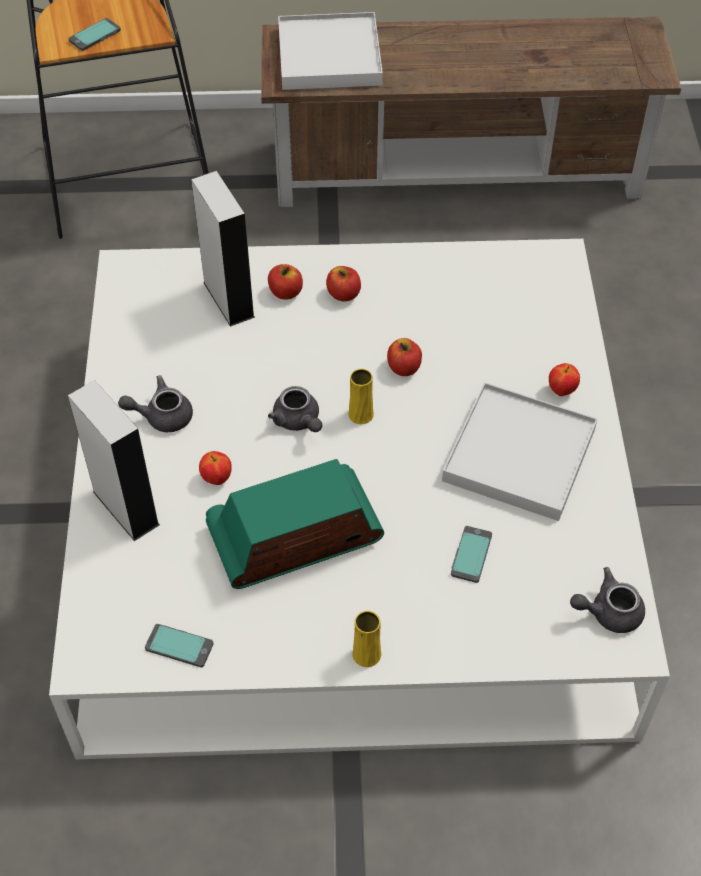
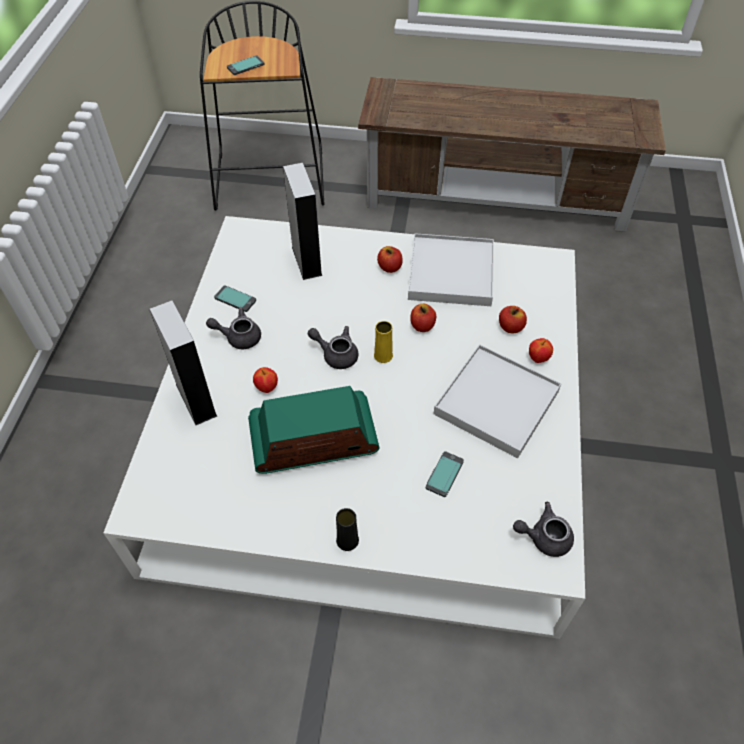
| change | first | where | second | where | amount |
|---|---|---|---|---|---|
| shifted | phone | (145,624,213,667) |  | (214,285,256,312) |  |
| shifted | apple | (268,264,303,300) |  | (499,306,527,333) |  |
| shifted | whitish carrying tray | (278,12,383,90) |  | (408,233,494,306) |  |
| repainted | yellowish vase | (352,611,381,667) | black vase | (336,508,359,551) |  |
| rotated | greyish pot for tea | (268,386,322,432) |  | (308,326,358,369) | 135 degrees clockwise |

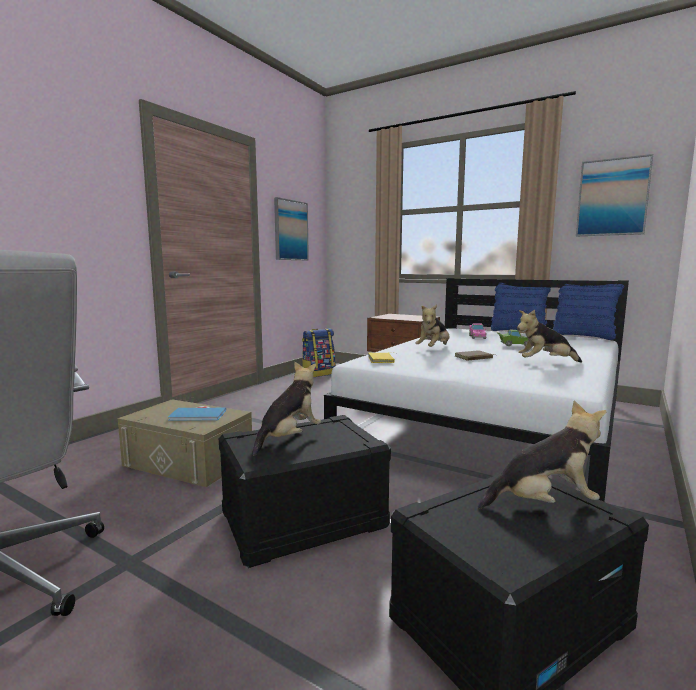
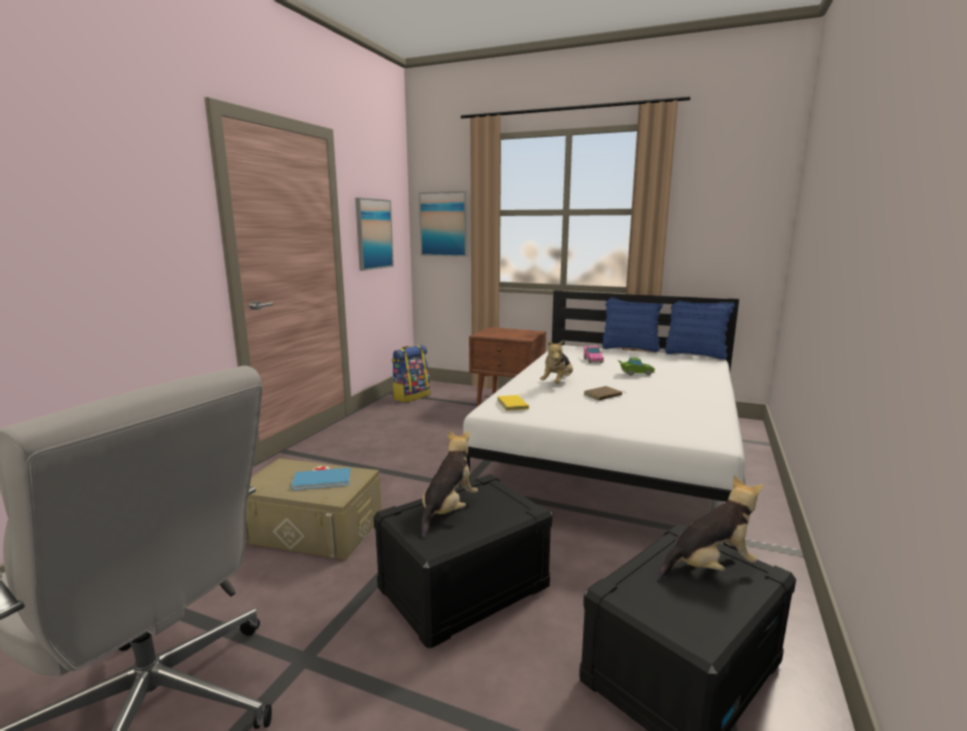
| change | first | where | second | where | amount |
|---|---|---|---|---|---|
| gone | cuddly toy | (517,310,582,363) |  |  |  |
| shifted | picture | (576,154,653,236) |  | (419,191,468,257) |  |

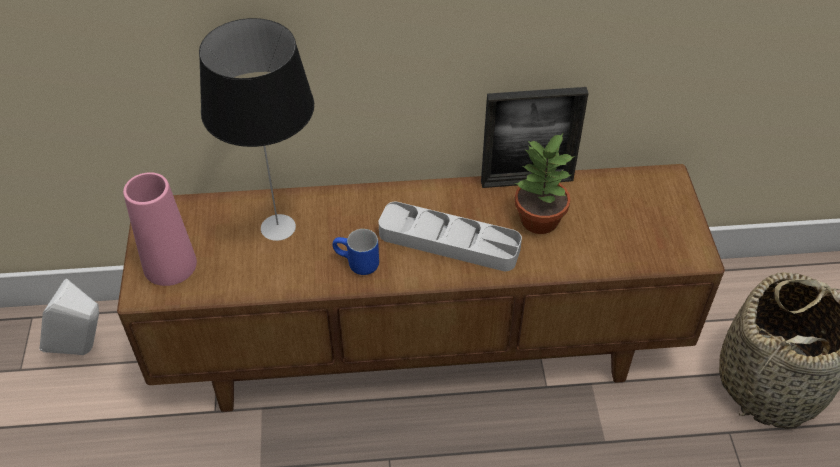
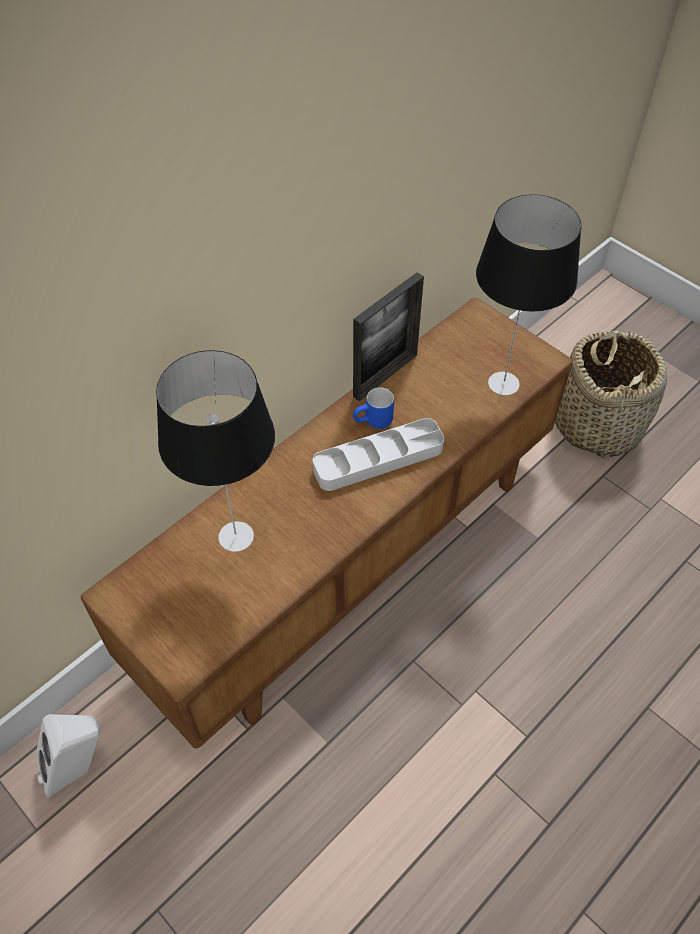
| change | first | where | second | where | amount |
|---|---|---|---|---|---|
| gone | pink vase | (123,172,197,286) |  |  |  |
| gone | potted plant | (515,132,575,234) |  |  |  |
| new |  |  | lamp for a table | (476,194,581,395) |  |
| shifted | bluish mug | (332,229,379,275) |  | (353,387,394,429) |  |

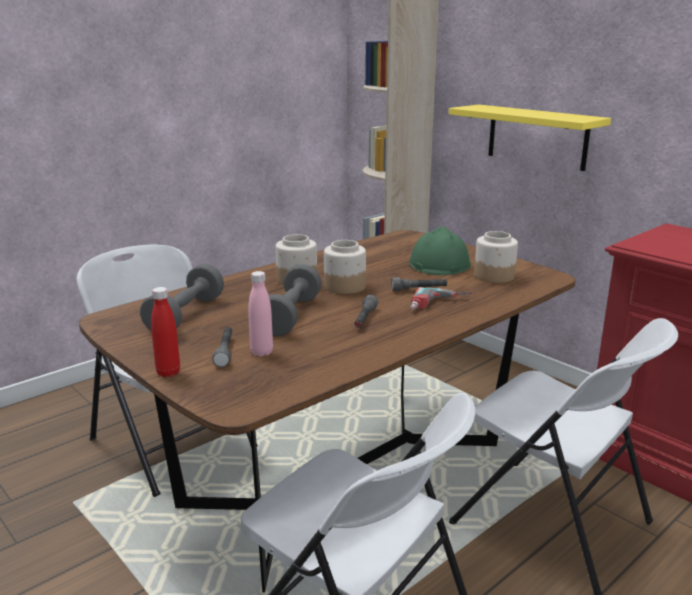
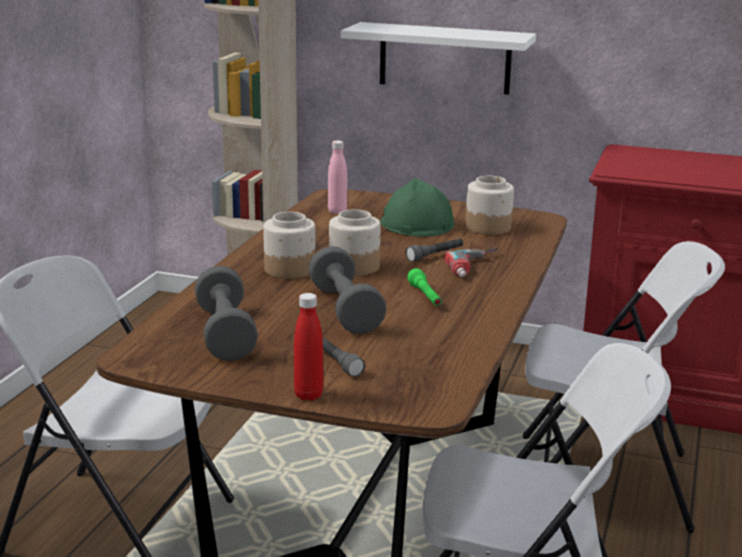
| change | first | where | second | where | amount |
|---|---|---|---|---|---|
| shifted | pink drink bottle | (248,271,273,357) |  | (328,140,347,214) |  |
| repainted | greyish torch | (354,295,378,328) | greenish torch | (407,268,442,306) |  |
| repainted | yellowish shelf | (449,104,611,171) | whitish shelf | (341,22,536,95) |  |

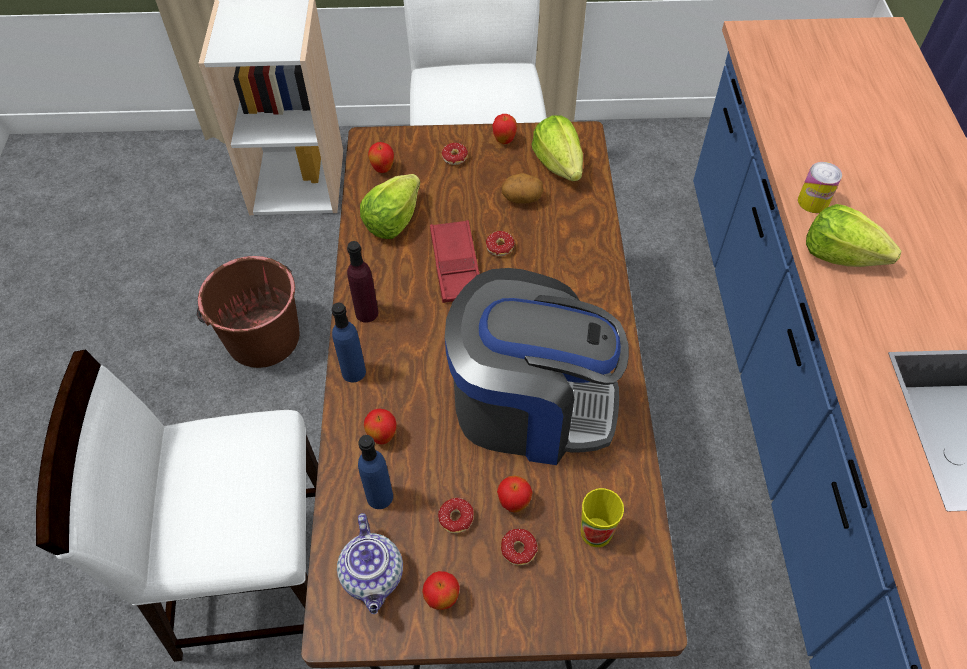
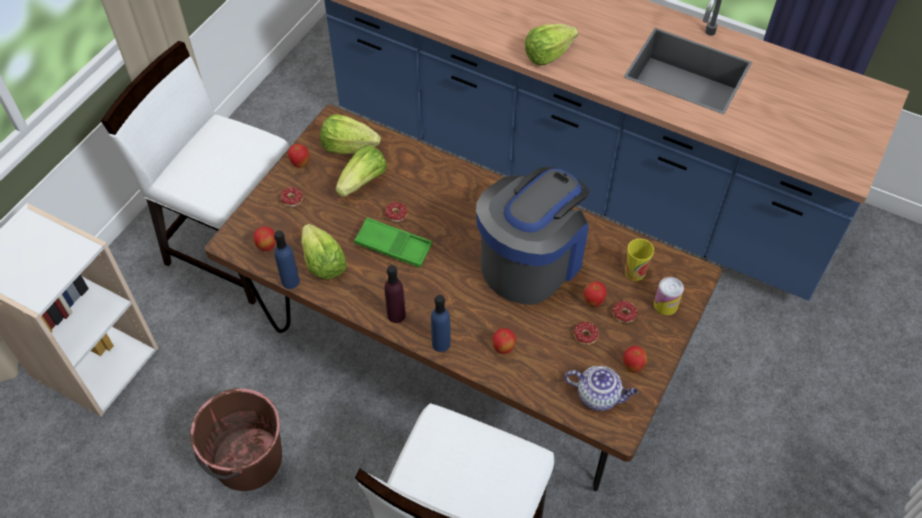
| change | first | where | second | where | amount |
|---|---|---|---|---|---|
| shifted | bluish drink bottle | (358,435,393,509) |  | (274,231,300,289) |  |
| shifted | metal can | (798,162,842,213) |  | (654,277,684,315) |  |
| swapped | whole potato | (502,173,544,204) | lettuce | (336,145,387,197) |  |
| repainted | reddish carrying tray | (430,220,479,303) | greenish carrying tray | (354,217,432,268) |  |

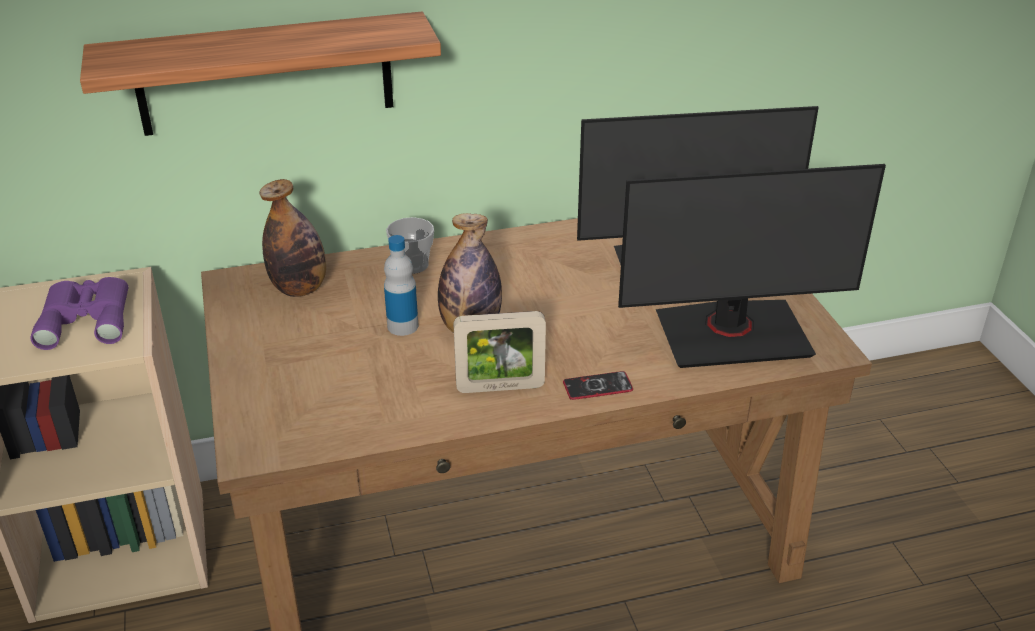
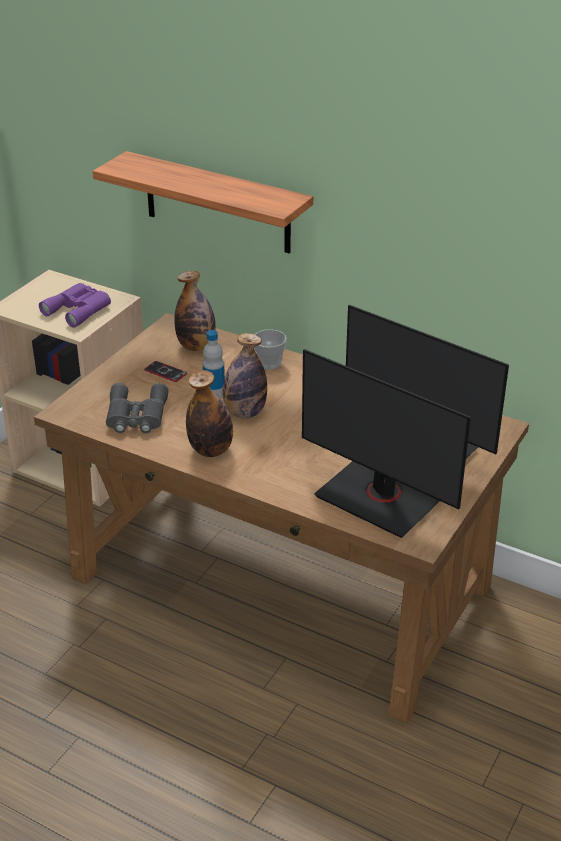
| change | first | where | second | where | amount |
|---|---|---|---|---|---|
| new |  |  | greyish pair of binoculars | (106,383,169,433) |  |
| shifted | phone | (563,371,633,400) |  | (144,361,187,382) |  |
| swapped | standing frame | (454,311,546,393) | drink bottle | (186,370,233,457) |  |

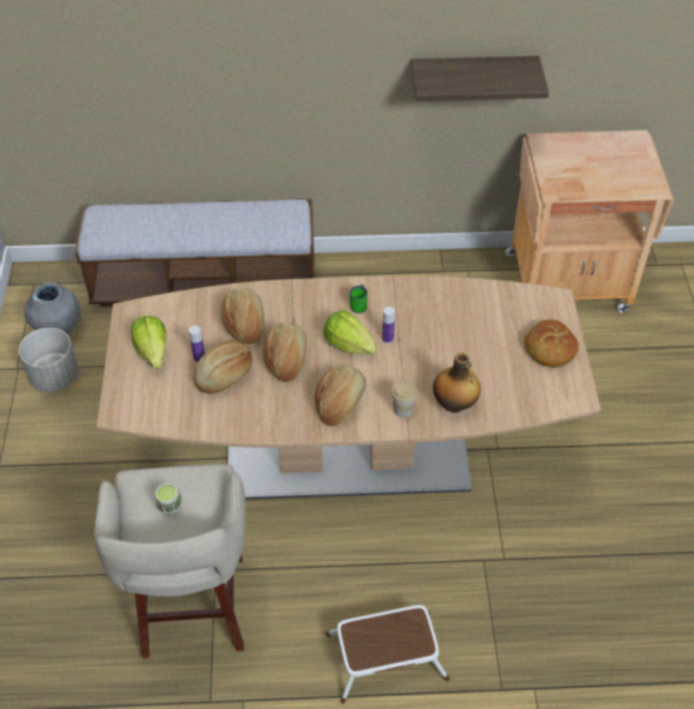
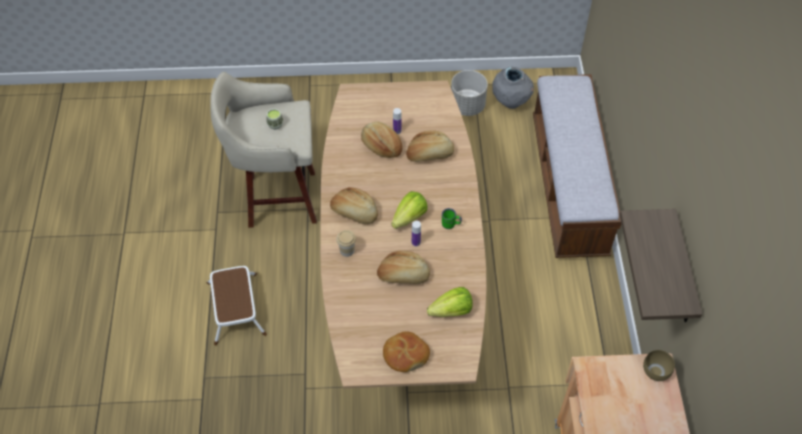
| change | first | where | second | where | amount |
|---|---|---|---|---|---|
| gone | drink bottle | (433,353,481,413) |  |  |  |
| new |  |  | brownish serving bowl | (643,350,675,381) |  |
| shifted | lettuce | (131,316,167,368) |  | (427,287,473,317) |  |
| shifted | baked bread | (262,323,307,382) |  | (377,251,430,284) |  |

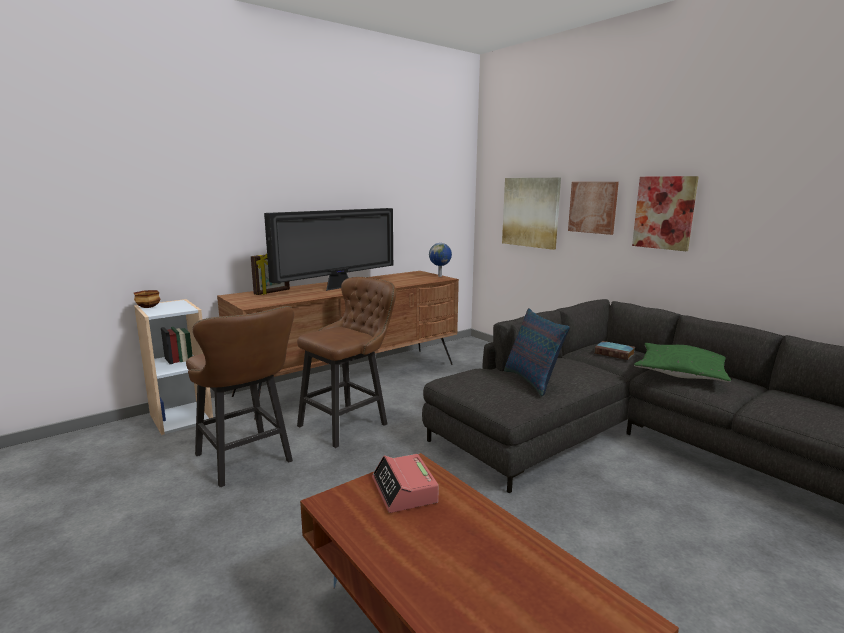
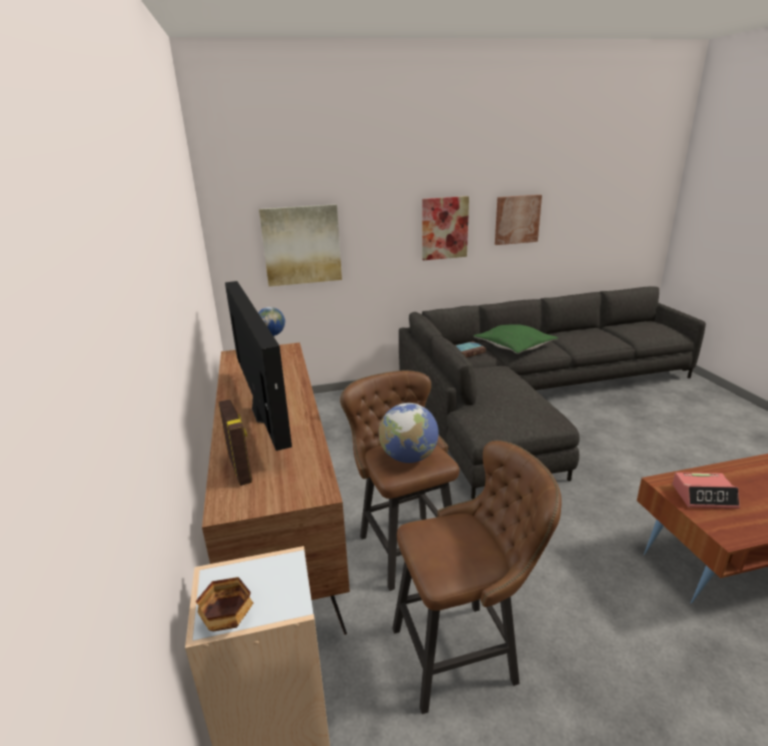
| change | first | where | second | where | amount |
|---|---|---|---|---|---|
| gone | bluish pillow | (504,308,570,396) |  |  |  |
| new |  |  | world globe | (379,403,439,463) |  |
| shifted | picture | (568,182,619,235) |  | (495,195,542,245) |  |

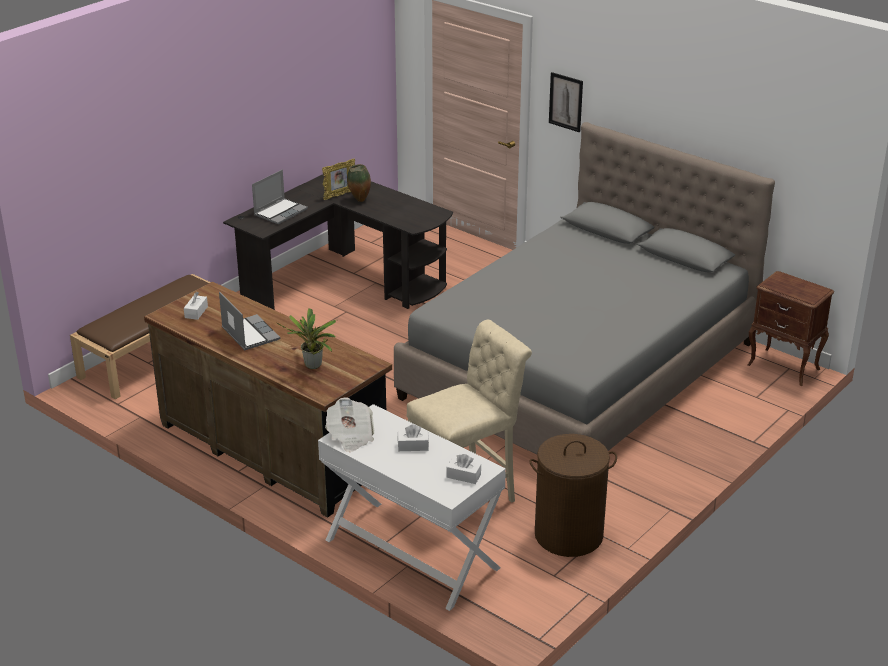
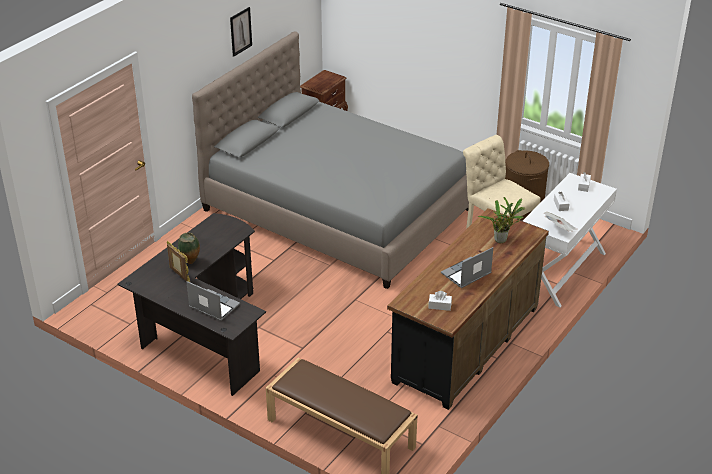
| change | first | where | second | where | amount |
|---|---|---|---|---|---|
| shifted | picture | (549,72,583,132) |  | (230,7,252,57) |  |

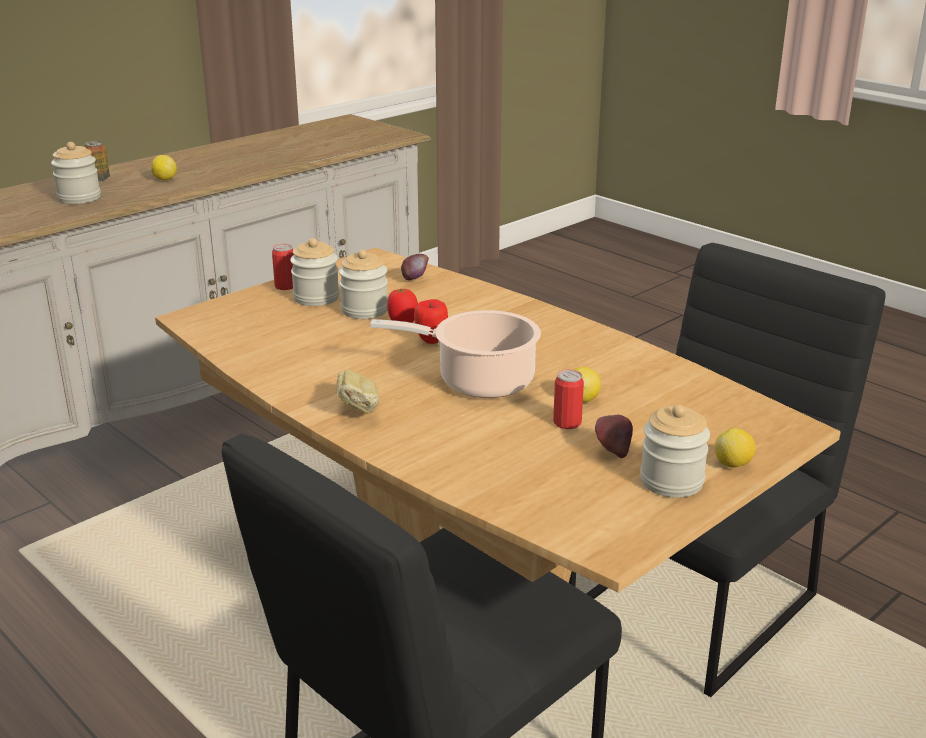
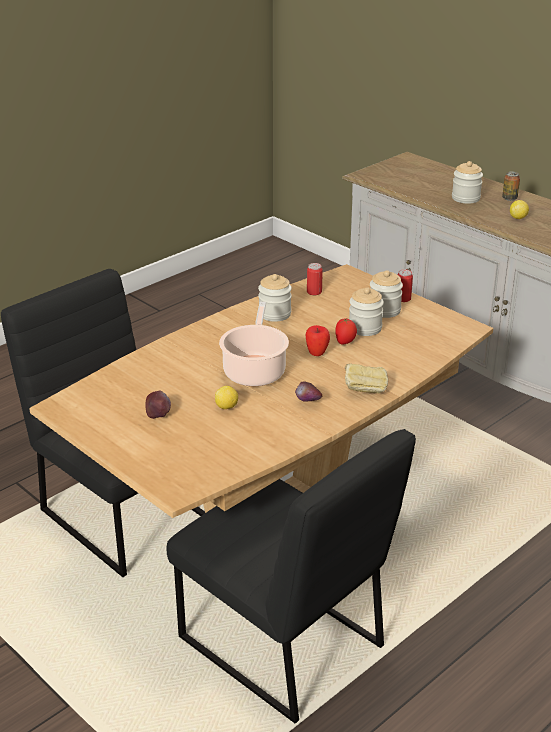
| change | first | where | second | where | amount |
|---|---|---|---|---|---|
| gone | lemon | (715,428,755,468) |  |  |  |
| shifted | baked bread | (336,370,379,414) |  | (345,363,388,394) |  |
| shifted | apple | (401,254,429,280) |  | (295,381,322,401) |  |
| shifted | metal can | (553,370,584,429) |  | (307,263,323,295) |  |
| shifted | jar | (640,404,710,498) |  | (258,274,292,322) |  |

